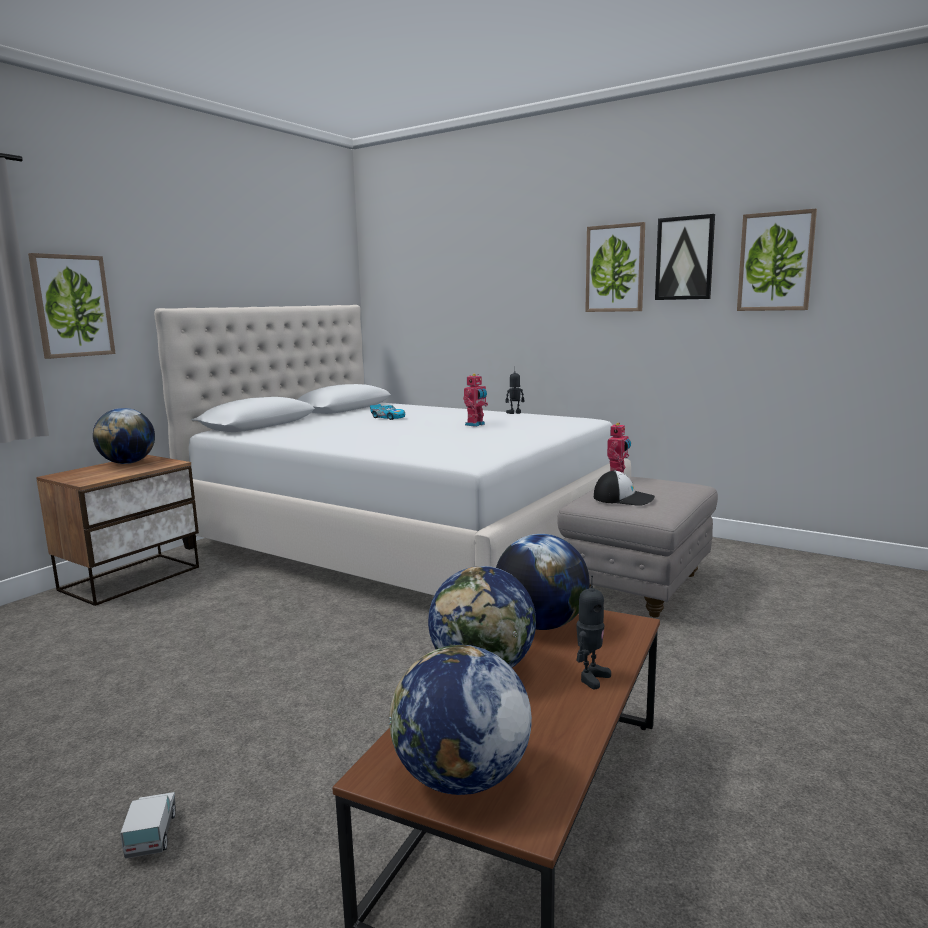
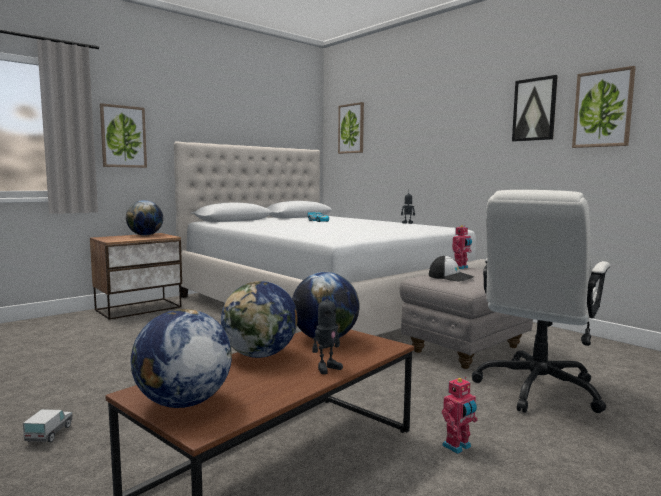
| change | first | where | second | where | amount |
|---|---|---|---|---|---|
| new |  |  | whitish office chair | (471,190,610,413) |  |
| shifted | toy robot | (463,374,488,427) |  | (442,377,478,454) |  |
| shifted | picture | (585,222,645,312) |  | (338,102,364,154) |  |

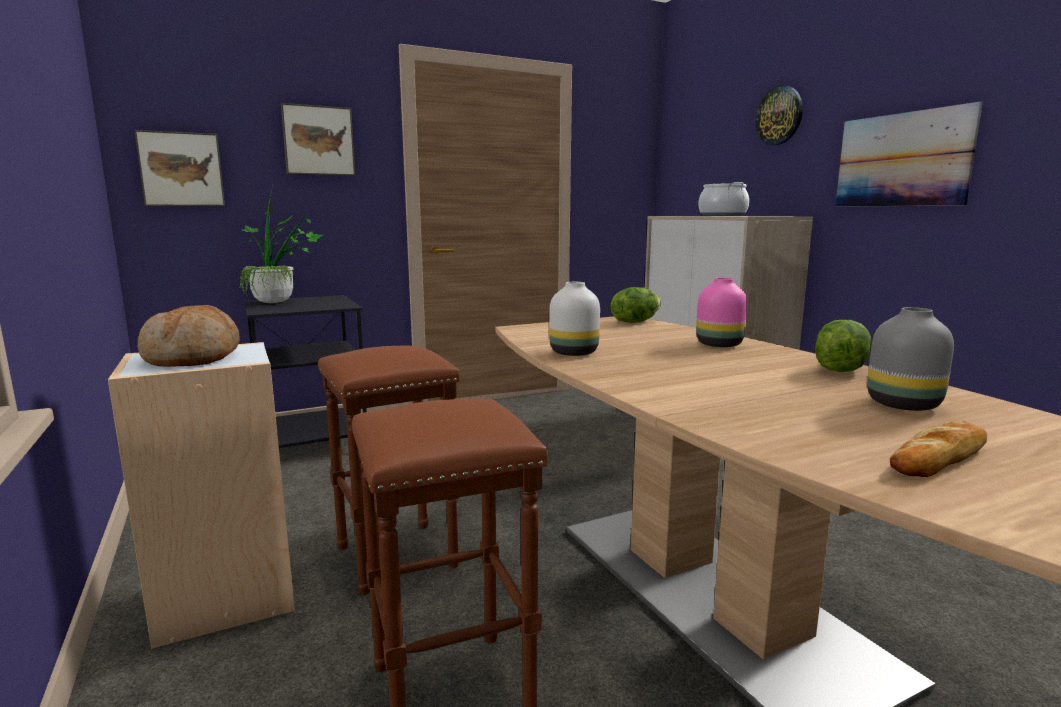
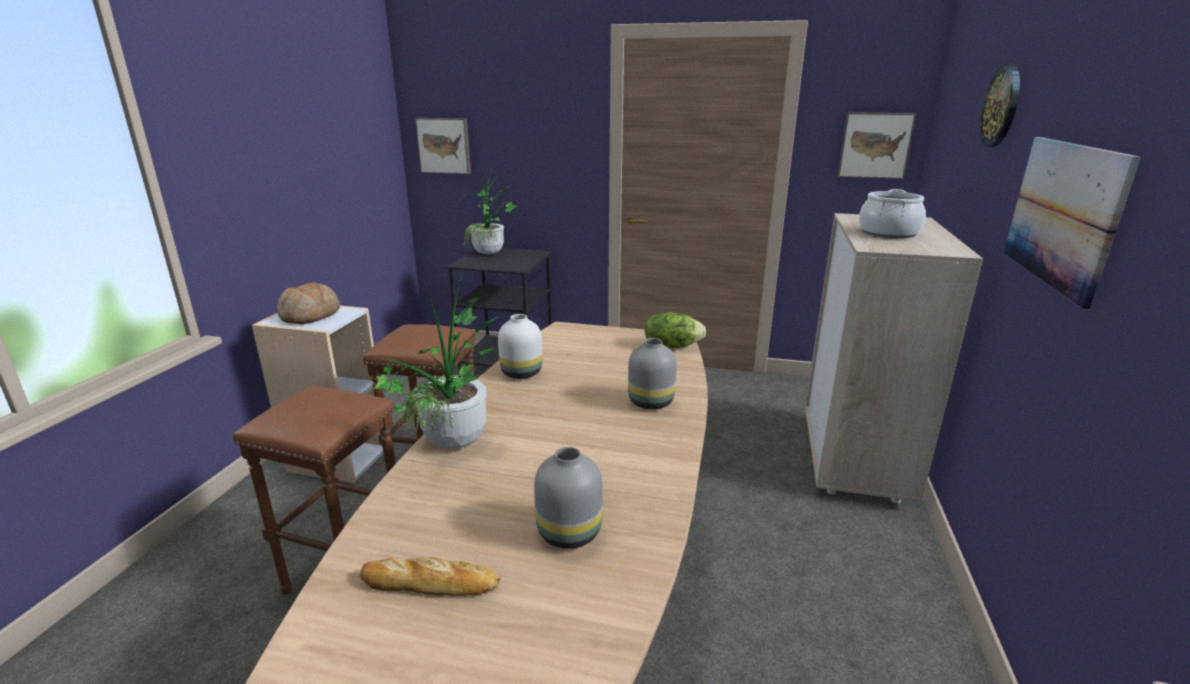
| change | first | where | second | where | amount |
|---|---|---|---|---|---|
| gone | lettuce | (815,320,871,372) |  |  |  |
| new |  |  | potted plant | (374,265,504,449) |  |
| shifted | picture | (281,103,355,176) |  | (838,112,916,179) |  |
| repainted | pink vase | (696,278,747,347) | greyish vase | (628,338,677,410) |  |

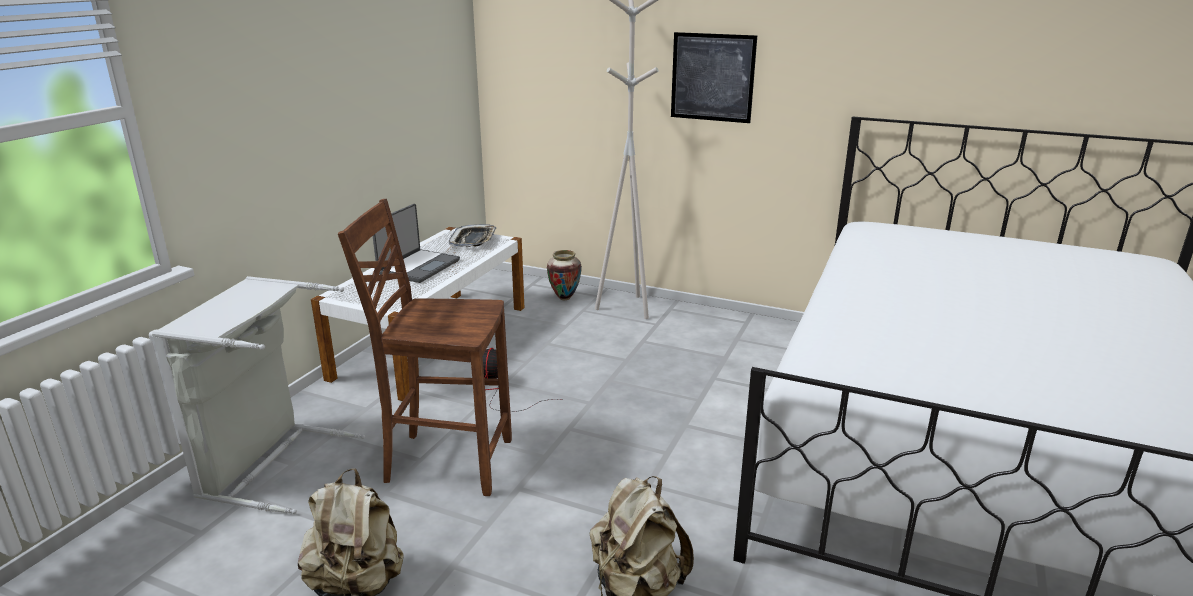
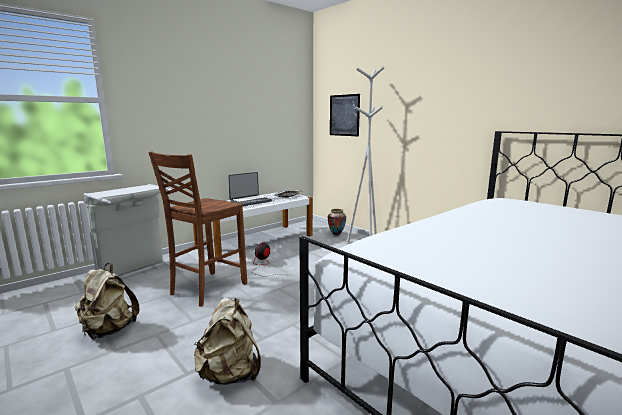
| change | first | where | second | where | amount |
|---|---|---|---|---|---|
| shifted | picture | (671,32,757,123) |  | (330,94,360,136) |  |
| rotated | brownish plain chair | (338,199,512,496) |  | (148,151,247,307) | 90 degrees counterclockwise |

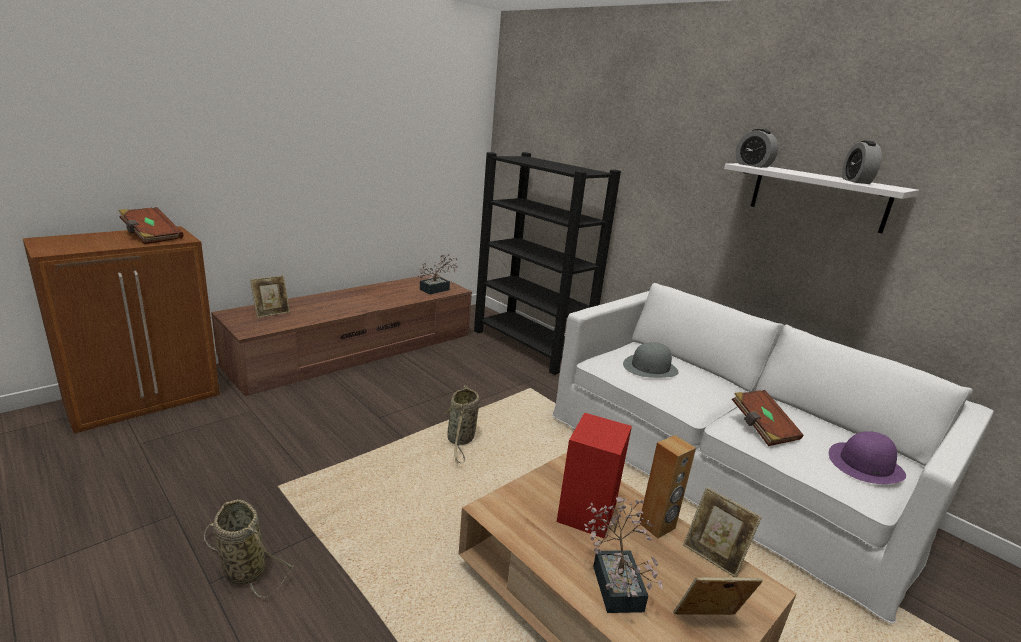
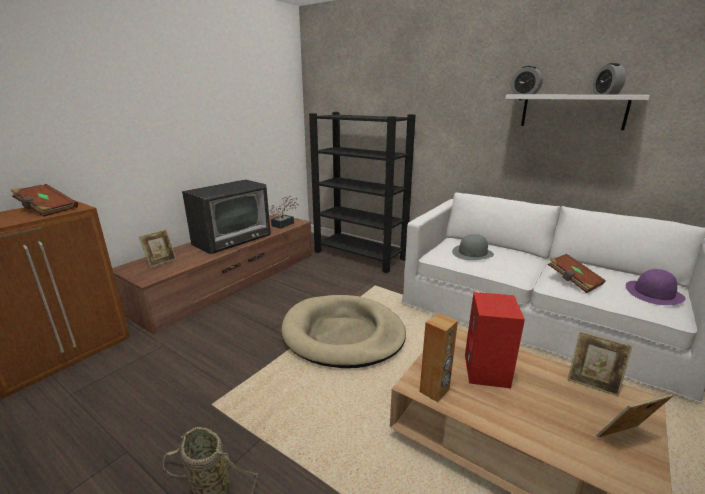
| change | first | where | second | where | amount |
|---|---|---|---|---|---|
| gone | potted plant | (584,497,663,613) |  |  |  |
| new |  |  | TV | (182,179,271,254) |  |
| shifted | brownish speaker | (639,435,696,538) |  | (420,313,458,402) |  |
| swapped | basket | (444,385,480,463) | beige-coloured pet bed | (281,295,406,368) |  |

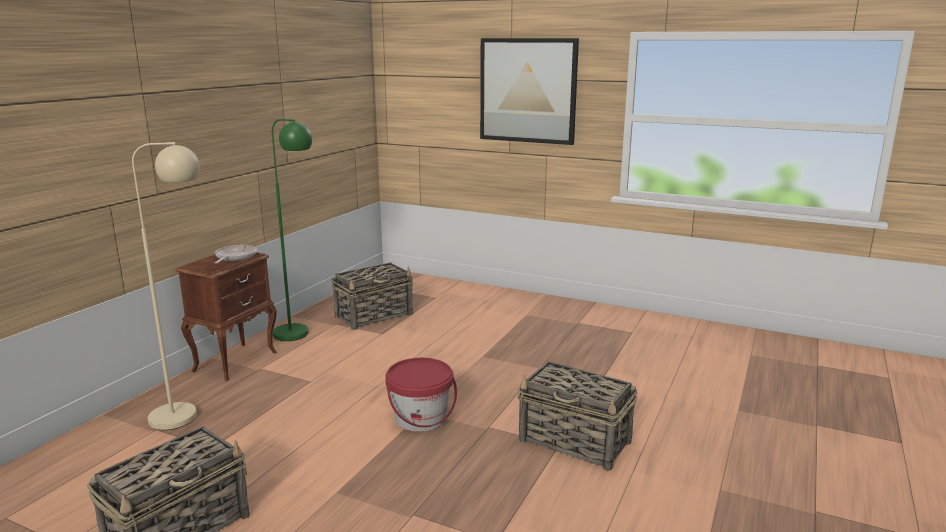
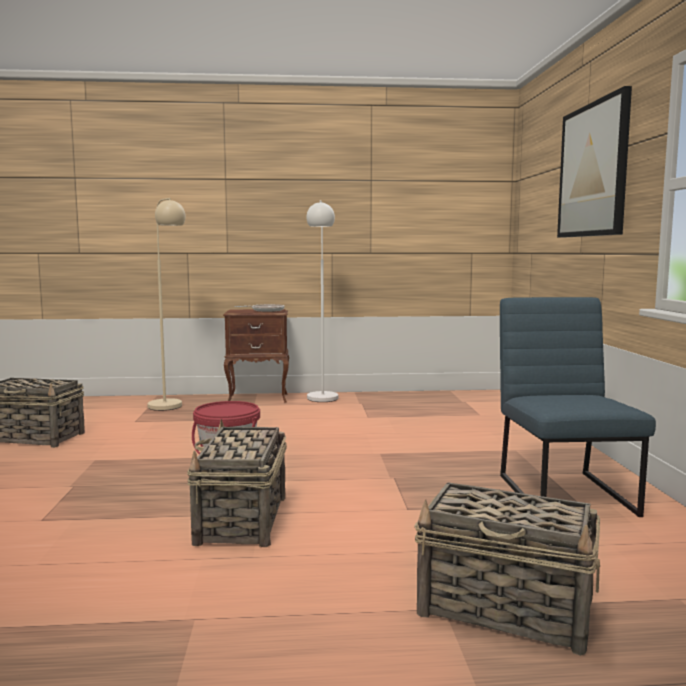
| change | first | where | second | where | amount |
|---|---|---|---|---|---|
| new |  |  | bluish plain chair | (500,297,656,517) |  |
| shifted | basket | (332,262,413,330) |  | (414,482,600,656) |  |
| repainted | greenish standing lamp | (272,119,312,341) | whitish standing lamp | (307,200,339,402) |  |

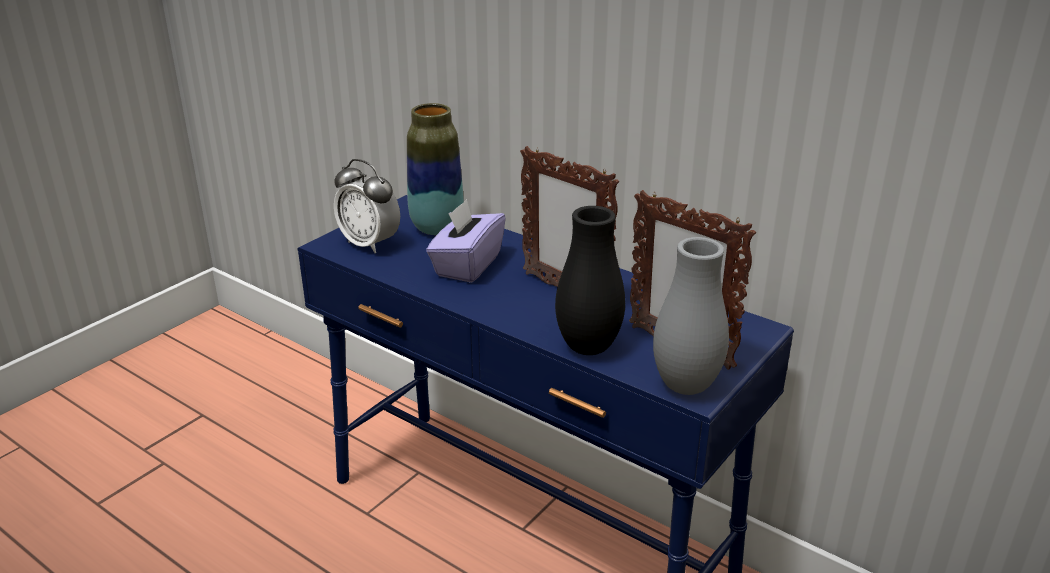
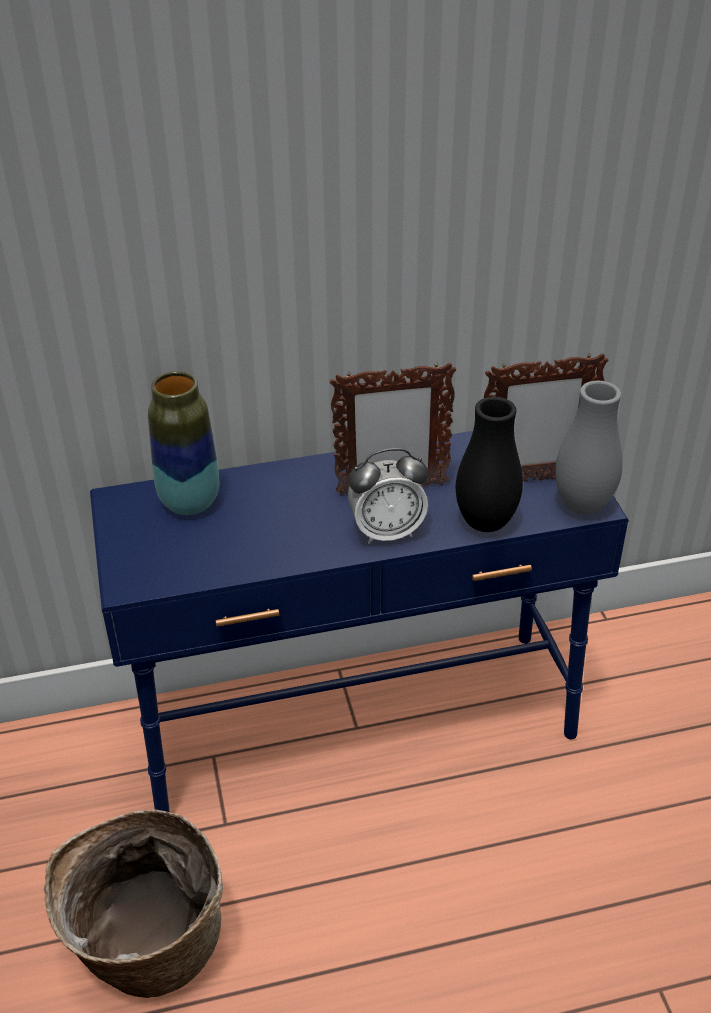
| change | first | where | second | where | amount |
|---|---|---|---|---|---|
| gone | purplish tissue holder | (426,199,506,283) |  |  |  |
| new |  |  | basket | (43,809,223,998) |  |
| shifted | bedside clock | (334,159,400,253) |  | (348,448,428,544) |  |

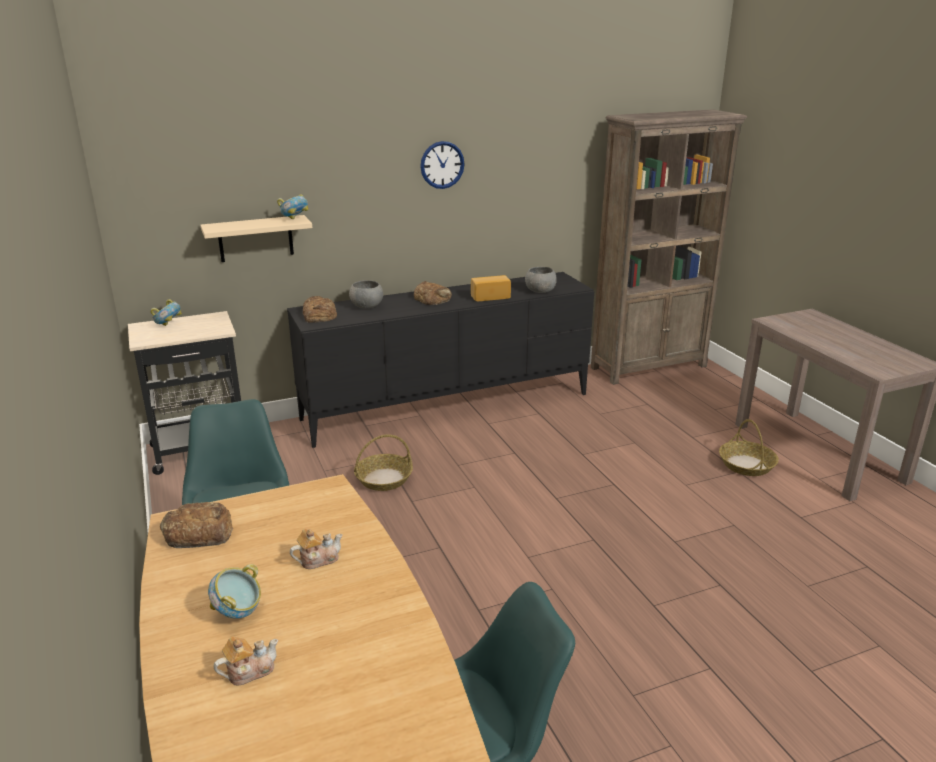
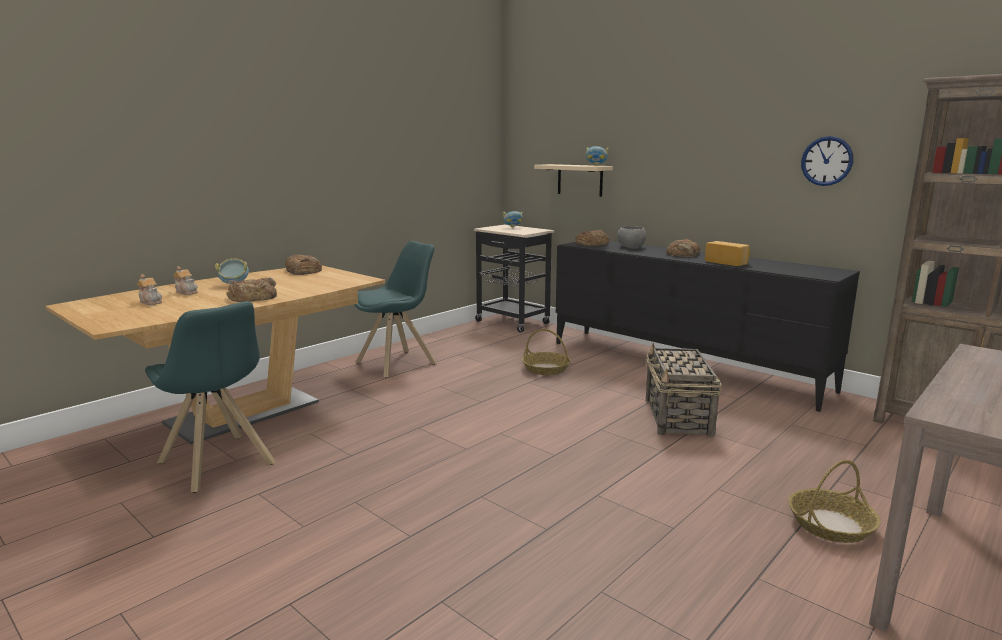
| change | first | where | second | where | amount |
|---|---|---|---|---|---|
| gone | greyish serving bowl | (525,267,557,293) |  |  |  |
| new |  |  | baked bread | (226,278,277,302) |  |
| new |  |  | basket | (645,343,722,437) |  |
| shifted | pot for tea | (290,529,343,569) |  | (137,274,162,305) |  |
| shifted | wall clock | (420,141,465,189) |  | (801,136,853,186) |  |

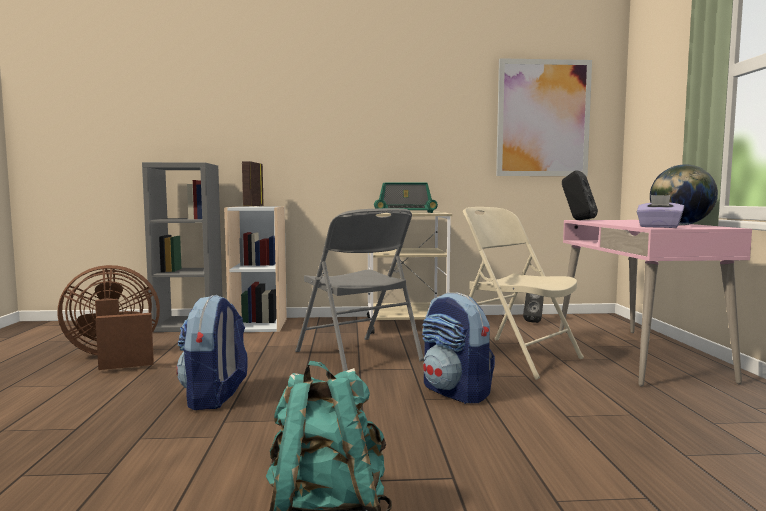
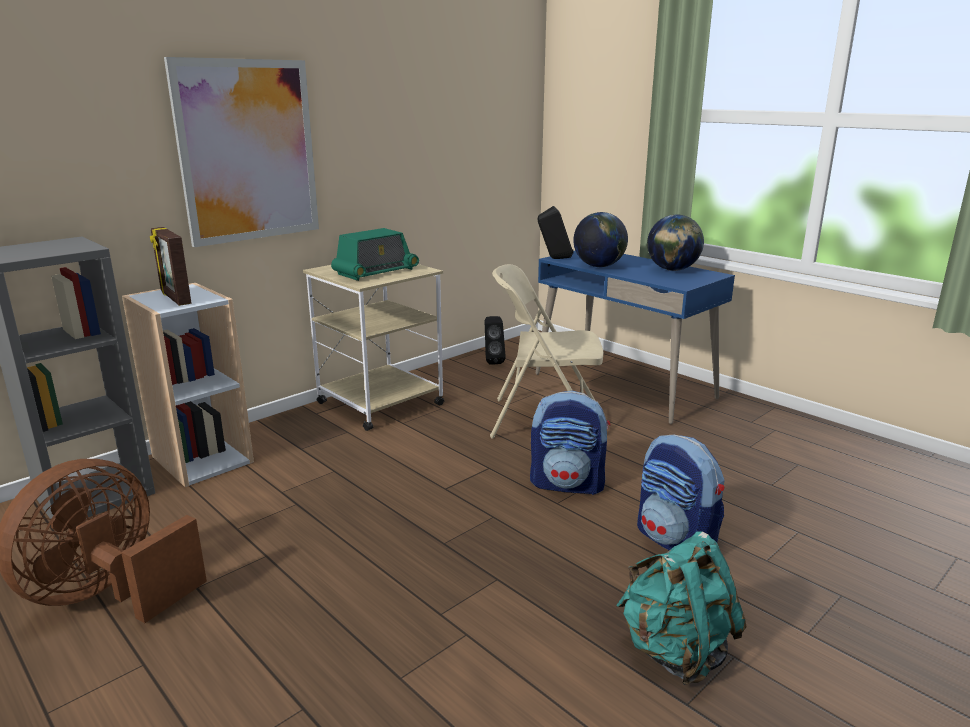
| change | first | where | second | where | amount |
|---|---|---|---|---|---|
| gone | greyish plain chair | (295,208,424,371) |  |  |  |
| gone | purplish tissue holder | (637,195,684,228) |  |  |  |
| new |  |  | world globe | (573,212,628,267) |  |
| shifted | backpack | (177,295,248,410) |  | (637,435,725,550) |  |
| shifted | picture | (496,58,592,176) |  | (164,57,319,247) |  |
| repainted | pink desk | (559,220,752,387) | bluish desk | (536,251,735,424) |  |

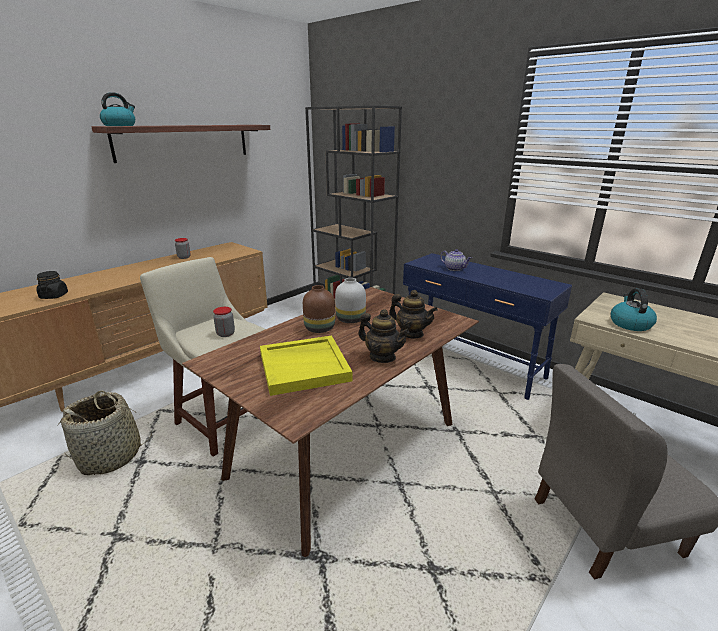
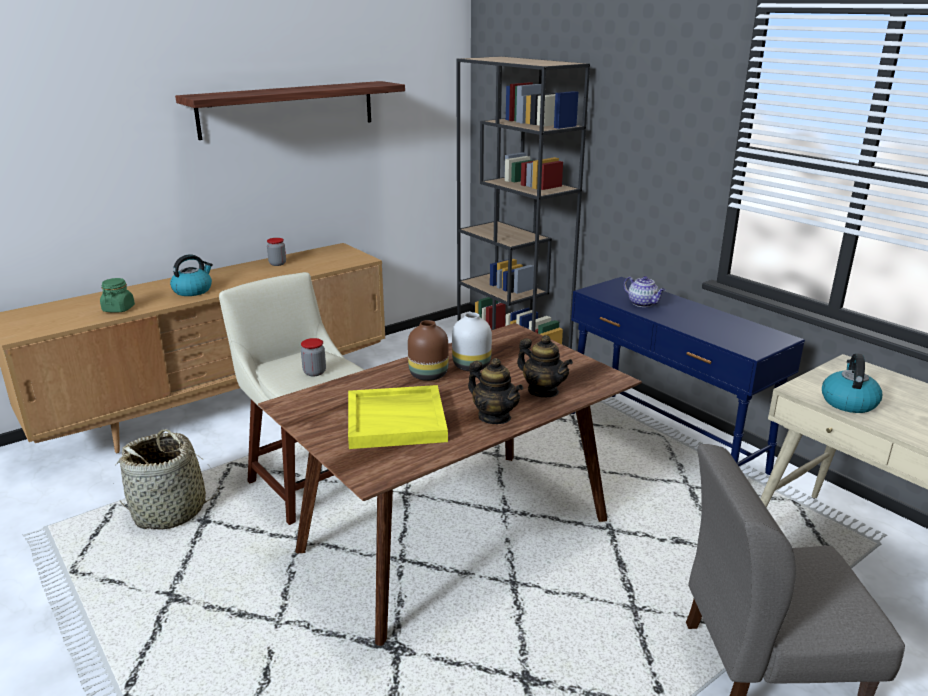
| change | first | where | second | where | amount |
|---|---|---|---|---|---|
| shifted | kettle | (100,92,135,126) |  | (170,254,213,296) |  |
| repainted | black jar | (36,271,68,299) | greenish jar | (100,278,135,313) |  |

